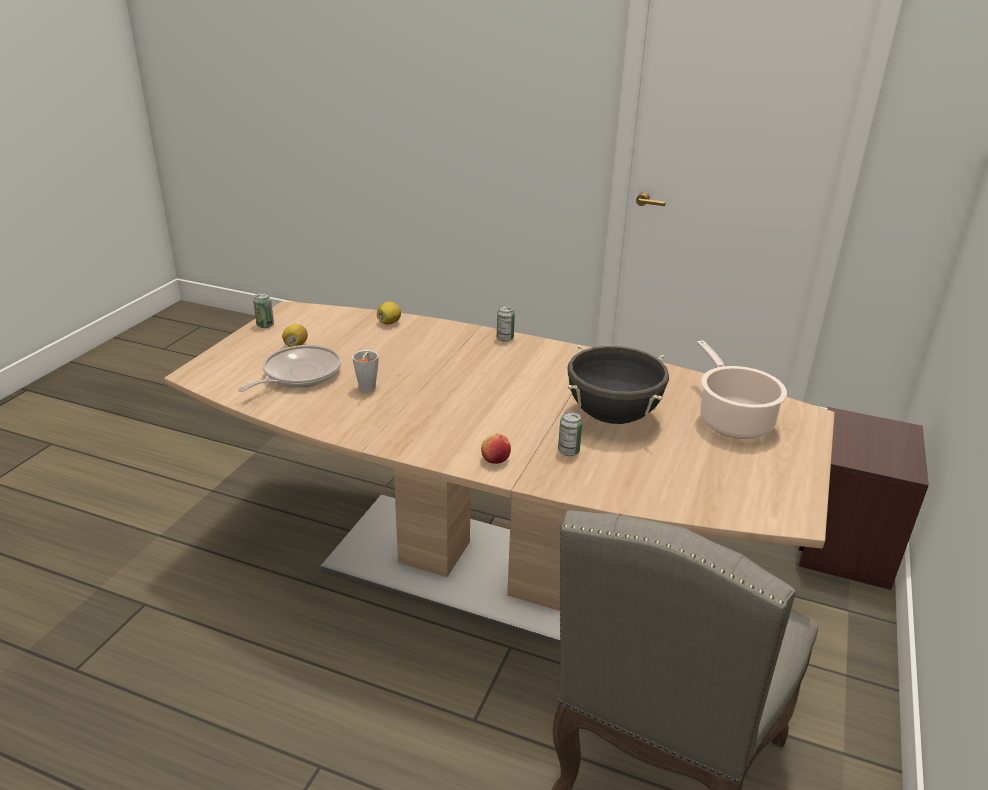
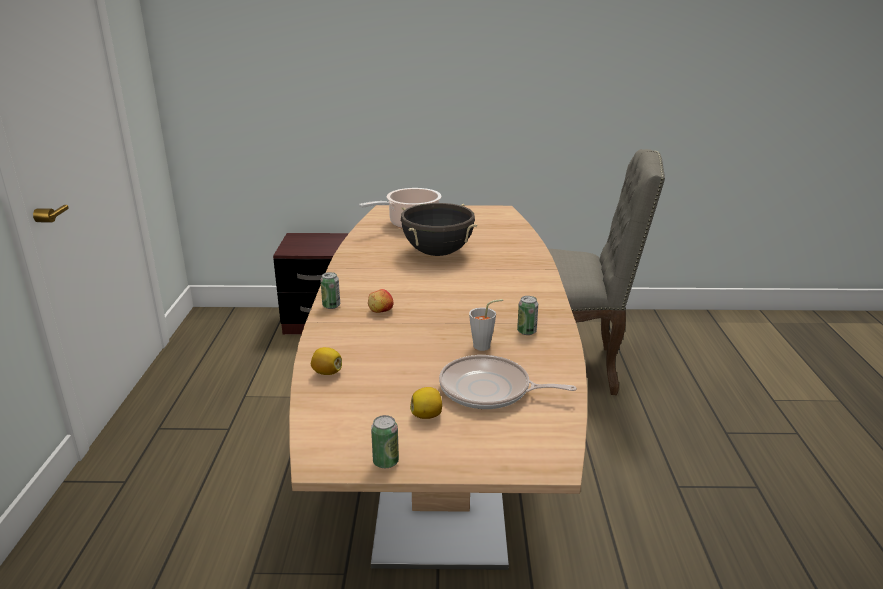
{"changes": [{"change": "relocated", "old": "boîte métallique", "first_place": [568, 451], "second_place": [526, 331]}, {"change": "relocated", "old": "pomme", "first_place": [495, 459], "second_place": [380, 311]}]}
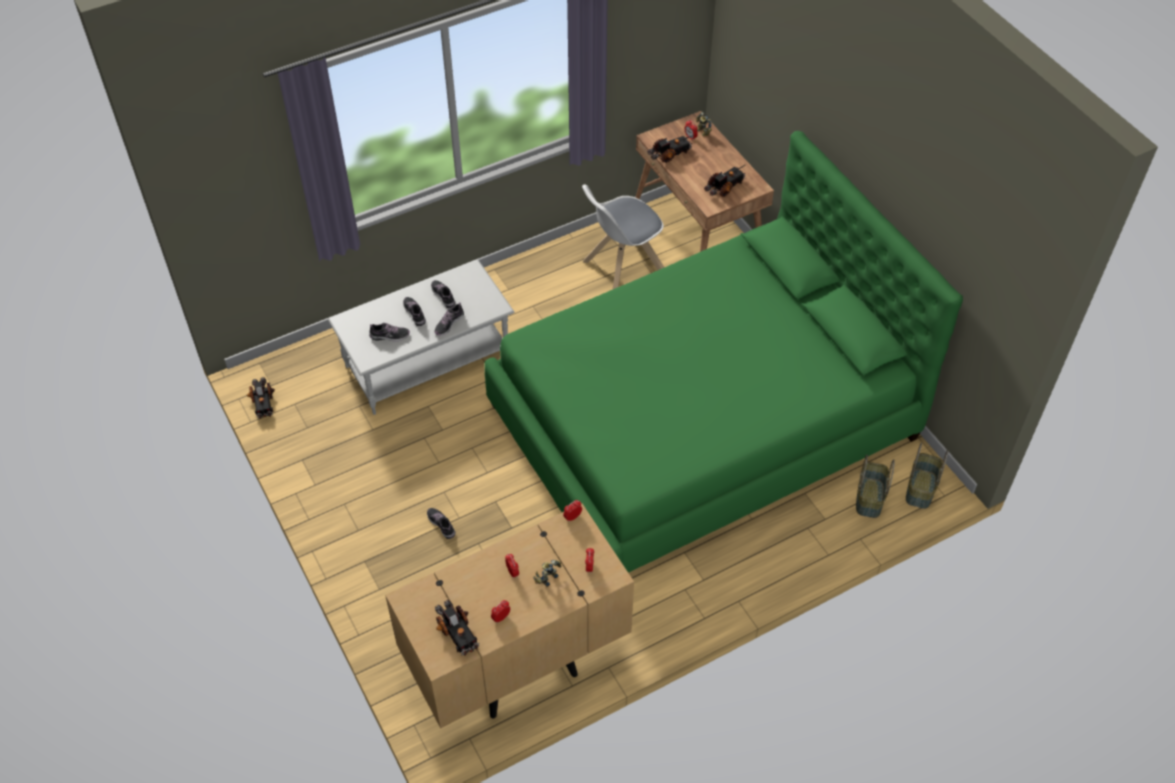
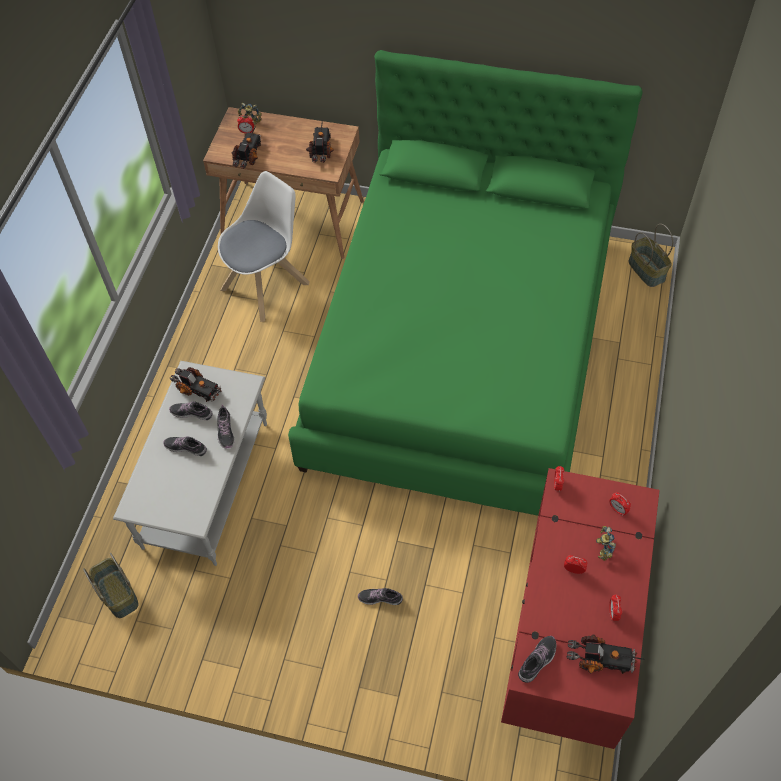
{"changes": [{"change": "spun", "old": "chaise", "first_place": [622, 269], "second_place": [267, 285], "degrees": -150}, {"change": "relocated", "old": "chaussure", "first_place": [389, 336], "second_place": [537, 660]}, {"change": "relocated", "old": "camion jouet", "first_place": [262, 403], "second_place": [197, 389]}, {"change": "relocated", "old": "panier", "first_place": [869, 497], "second_place": [117, 594]}, {"change": "colour", "old": "commode/beige", "new": "commode/rouge", "first_place": [516, 666], "second_place": [567, 646]}]}
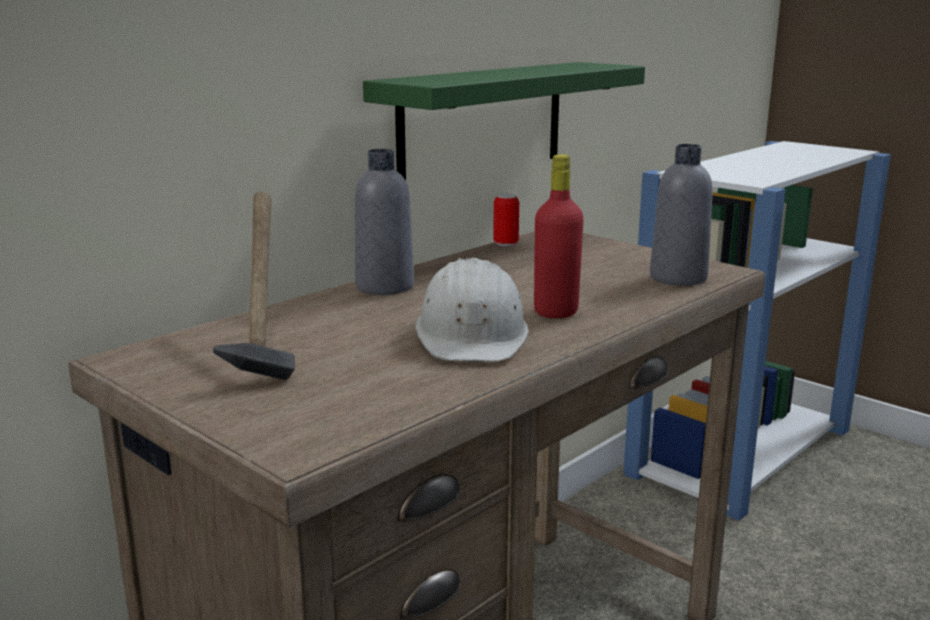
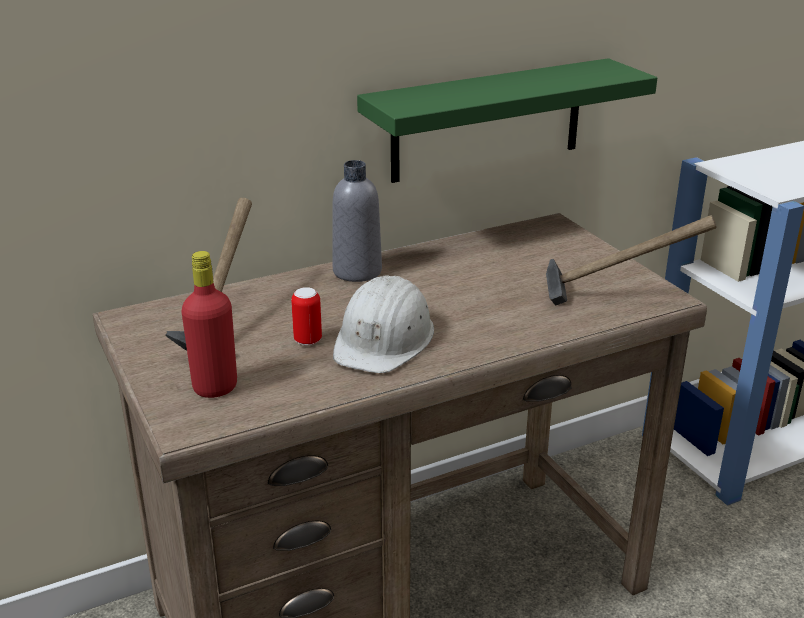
{"changes": [{"change": "exchanged", "old": "bouteille/gris", "new": "marteau", "first_place": [678, 278], "second_place": [614, 301]}, {"change": "relocated", "old": "bouteille/rouge", "first_place": [556, 312], "second_place": [215, 387]}, {"change": "relocated", "old": "boîte métallique", "first_place": [505, 244], "second_place": [308, 340]}]}
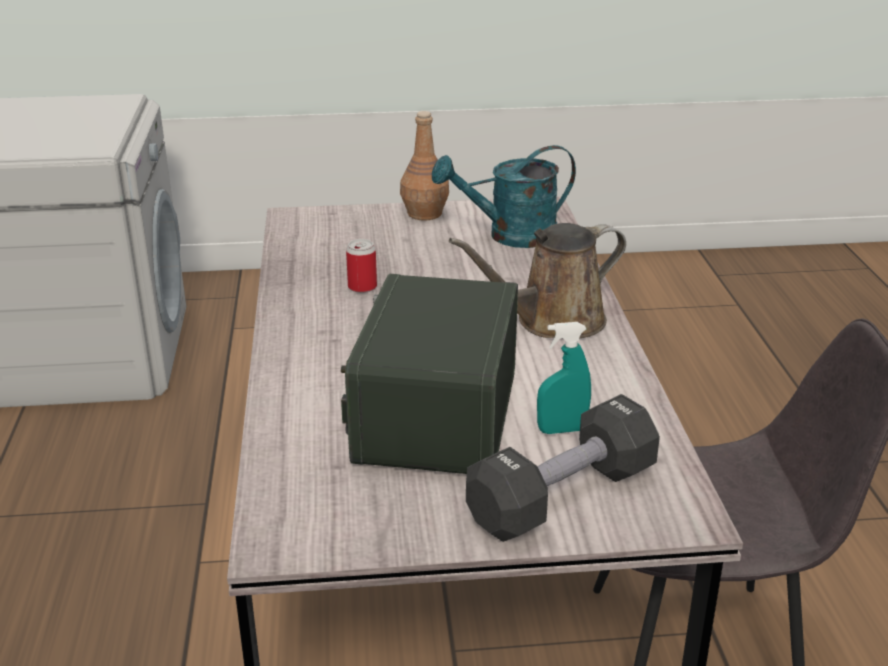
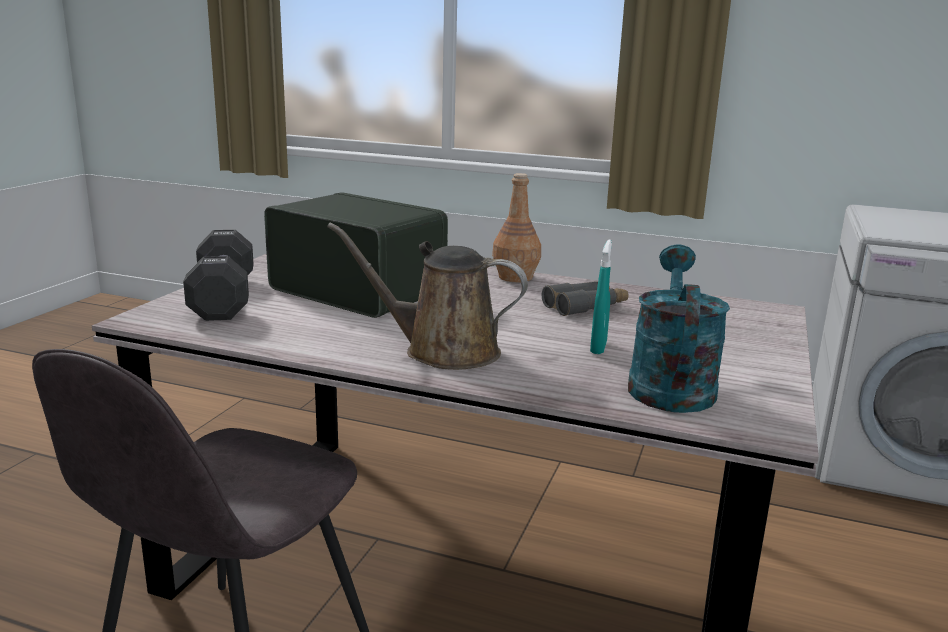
{"changes": [{"change": "relocated", "old": "bouteille/marron", "first_place": [424, 214], "second_place": [515, 277]}, {"change": "spun", "old": "arrosoir/marron", "first_place": [552, 322], "second_place": [442, 351], "degrees": -75}, {"change": "exchanged", "old": "boîte métallique", "new": "jumelles/gris", "first_place": [362, 287], "second_place": [585, 306]}, {"change": "relocated", "old": "vaporisateur/turquoise", "first_place": [561, 430], "second_place": [598, 348]}]}
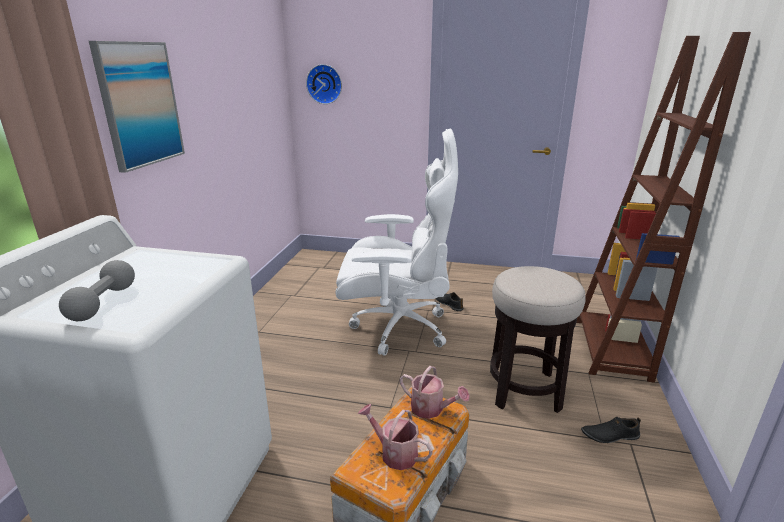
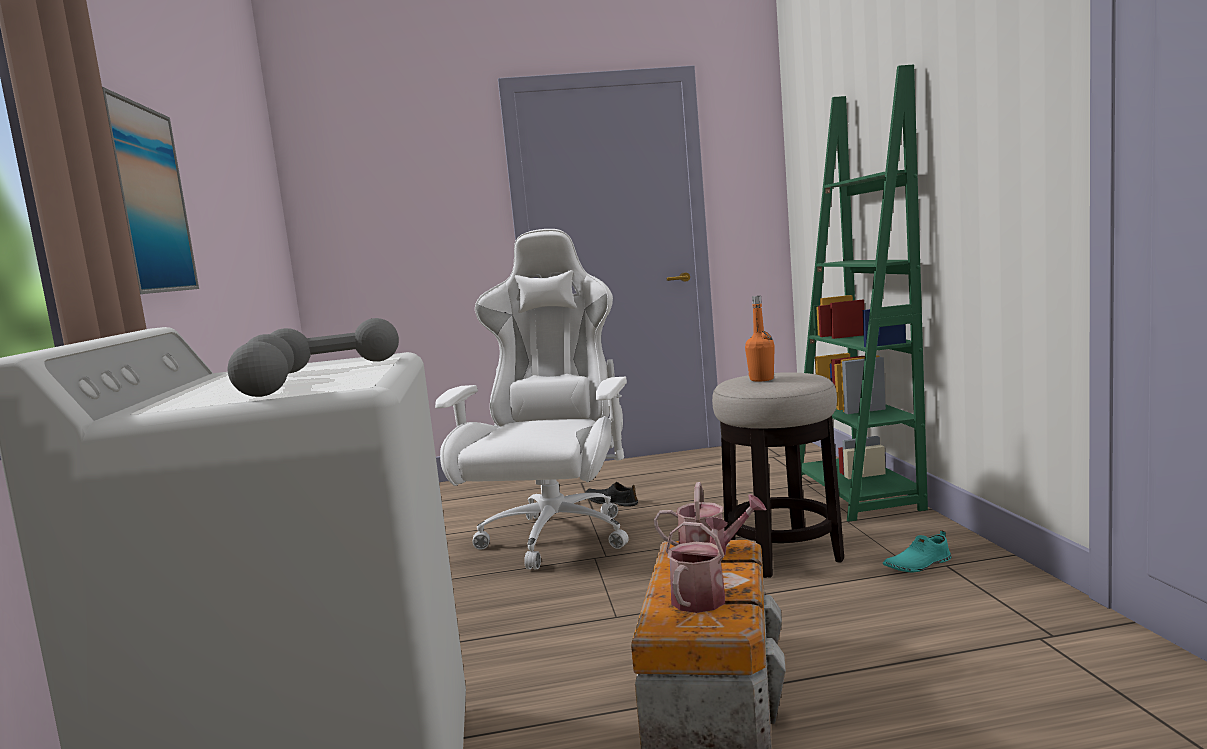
{"changes": [{"change": "colour", "old": "bibliothèque/marron", "new": "bibliothèque/vert", "first_place": [612, 349], "second_place": [856, 494]}, {"change": "missing", "old": "horloge murale", "first_place": [325, 84]}, {"change": "spun", "old": "chaise de bureau/blanc", "first_place": [394, 328], "second_place": [553, 542], "degrees": -60}, {"change": "spun", "old": "arrosoir", "first_place": [394, 452], "second_place": [701, 595], "degrees": 105}, {"change": "colour", "old": "chaussure/noir", "new": "chaussure/turquoise", "first_place": [609, 435], "second_place": [917, 565]}, {"change": "appeared", "new": "bouteille/orange", "second_place": [761, 379]}, {"change": "appeared", "new": "haltère/gris", "second_place": [335, 367]}]}
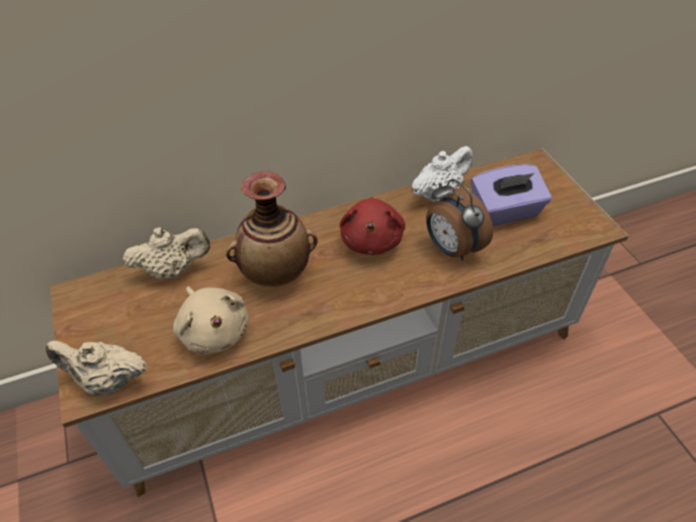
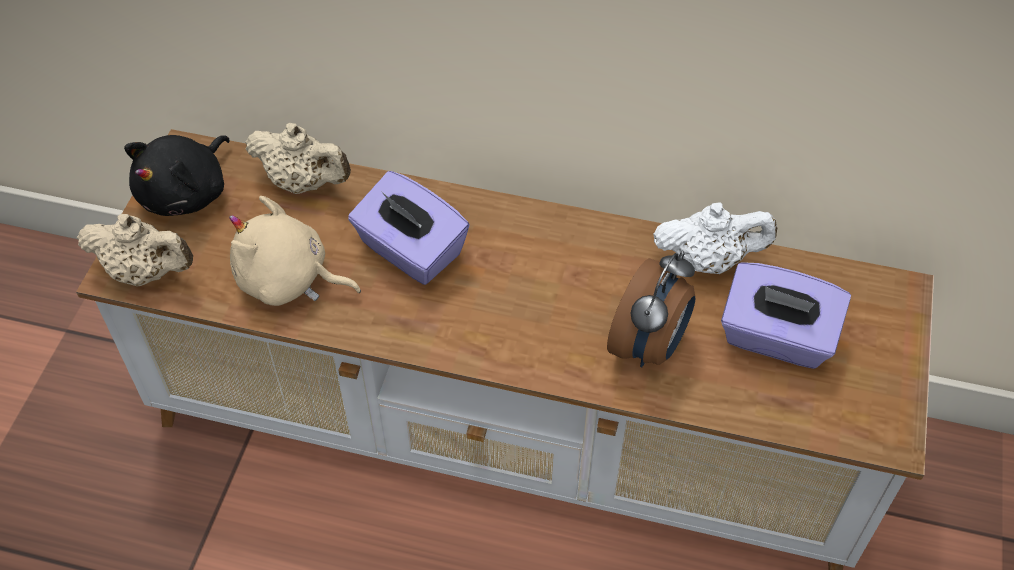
{"changes": [{"change": "exchanged", "old": "vase", "new": "boîte à mouchoirs/violet", "first_place": [276, 272], "second_place": [410, 251]}, {"change": "spun", "old": "réveil", "first_place": [451, 249], "second_place": [649, 345], "degrees": -150}, {"change": "missing", "old": "peluche/rouge", "first_place": [372, 239]}, {"change": "spun", "old": "peluche/beige", "first_place": [214, 330], "second_place": [288, 280], "degrees": 105}, {"change": "spun", "old": "théière/beige", "first_place": [107, 380], "second_place": [146, 272], "degrees": 150}, {"change": "appeared", "new": "peluche/noir", "second_place": [187, 193]}]}
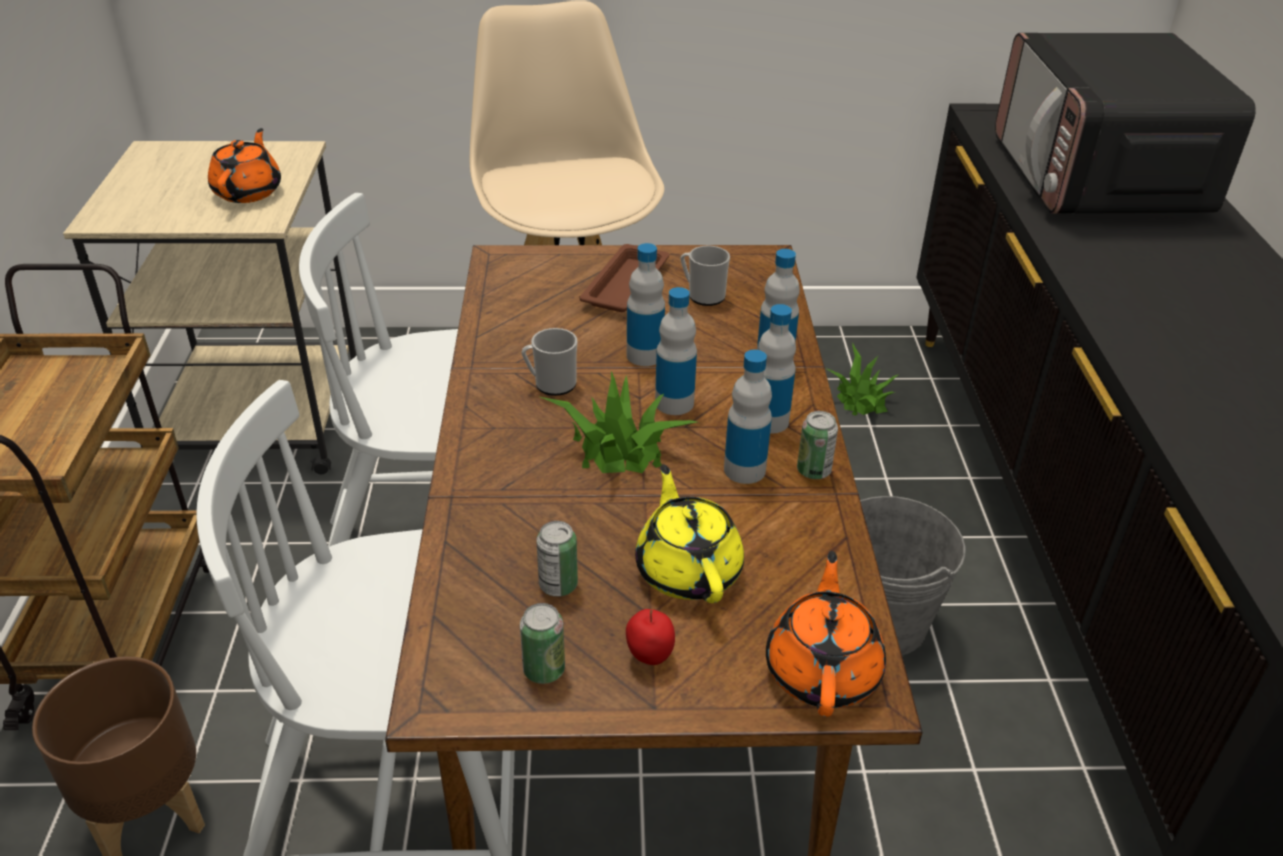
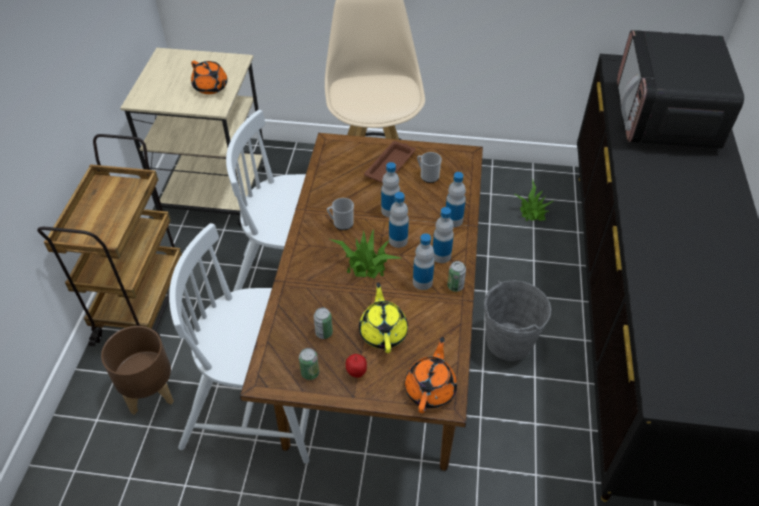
{"changes": [{"change": "spun", "old": "théière/orange", "first_place": [249, 191], "second_place": [211, 87], "degrees": 120}]}
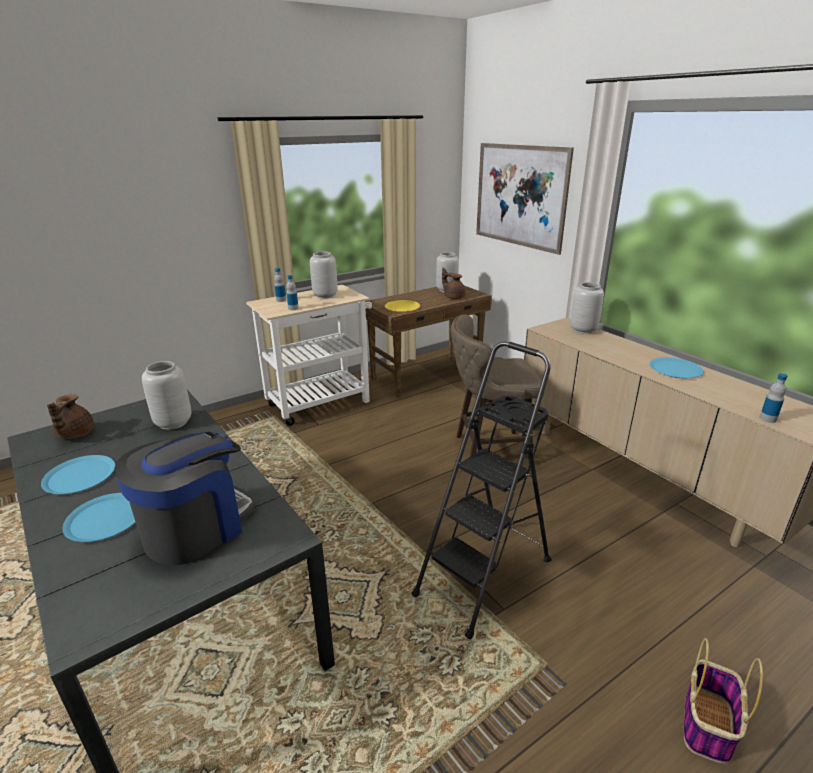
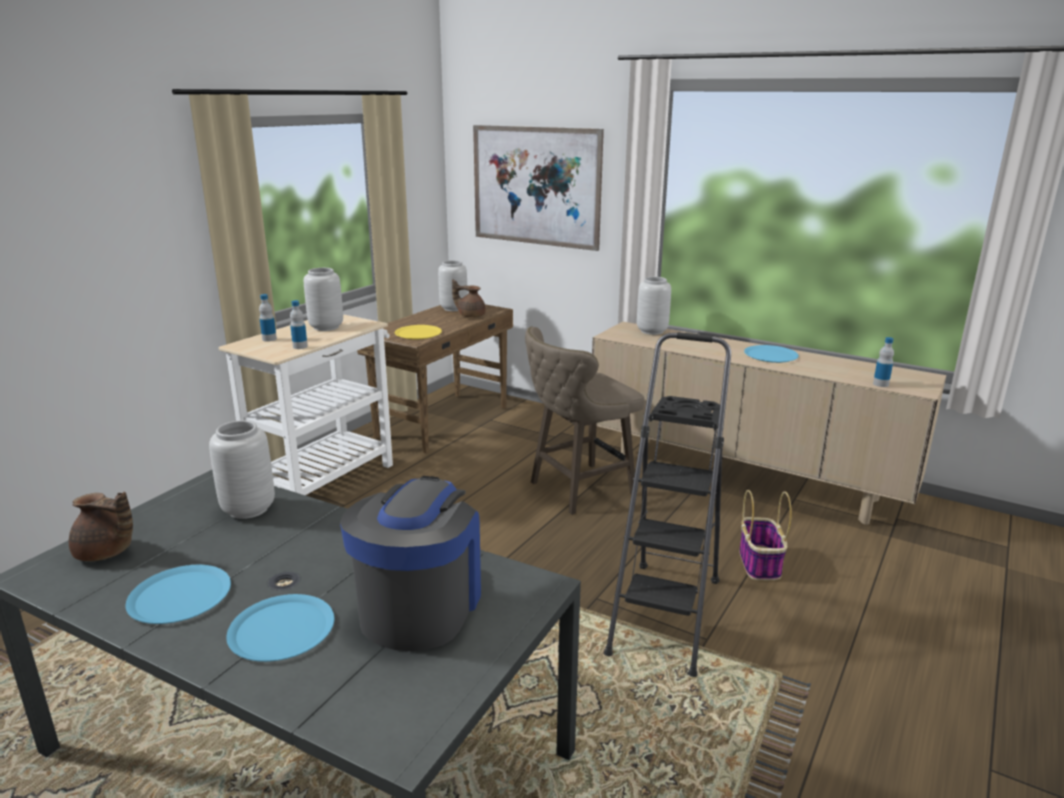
{"changes": [{"change": "spun", "old": "théière/marron", "first_place": [74, 434], "second_place": [105, 553], "degrees": -45}, {"change": "relocated", "old": "panier", "first_place": [708, 725], "second_place": [760, 564]}]}
